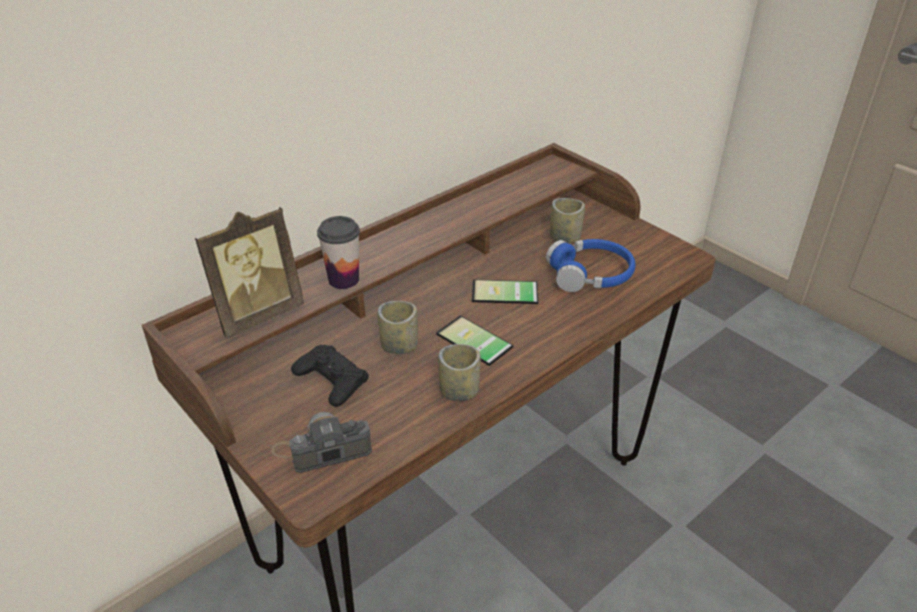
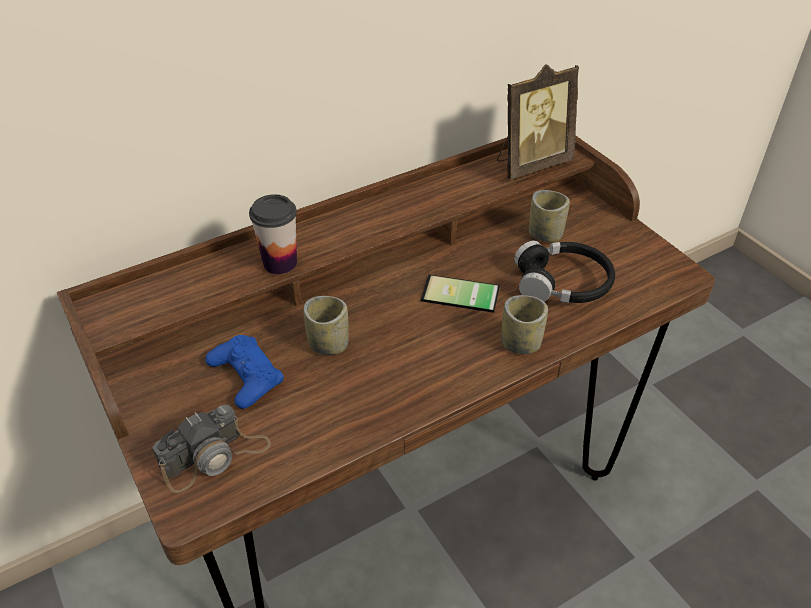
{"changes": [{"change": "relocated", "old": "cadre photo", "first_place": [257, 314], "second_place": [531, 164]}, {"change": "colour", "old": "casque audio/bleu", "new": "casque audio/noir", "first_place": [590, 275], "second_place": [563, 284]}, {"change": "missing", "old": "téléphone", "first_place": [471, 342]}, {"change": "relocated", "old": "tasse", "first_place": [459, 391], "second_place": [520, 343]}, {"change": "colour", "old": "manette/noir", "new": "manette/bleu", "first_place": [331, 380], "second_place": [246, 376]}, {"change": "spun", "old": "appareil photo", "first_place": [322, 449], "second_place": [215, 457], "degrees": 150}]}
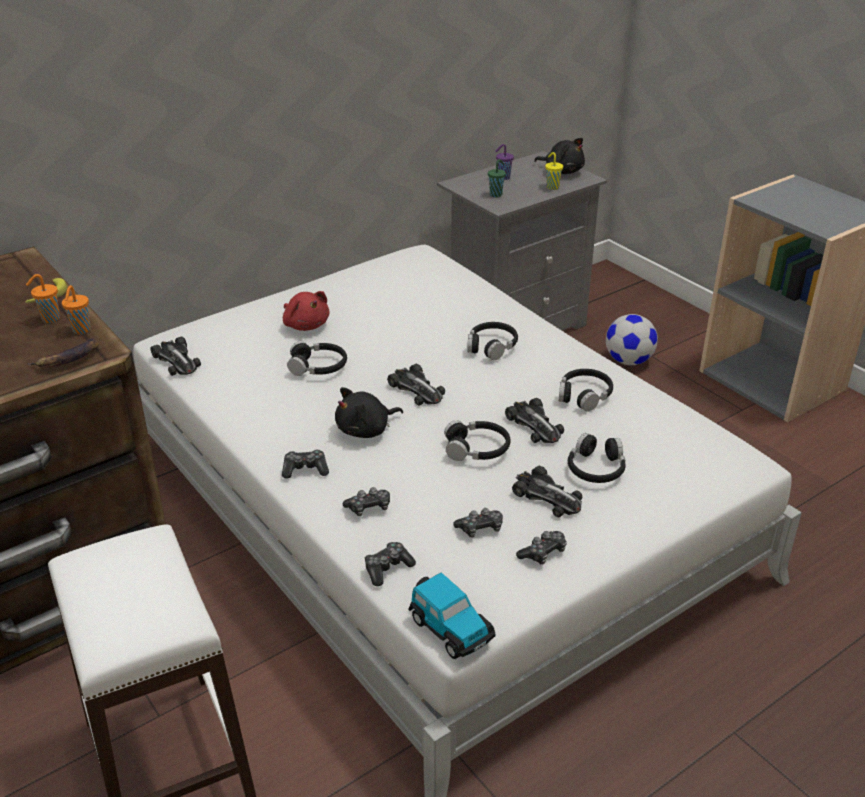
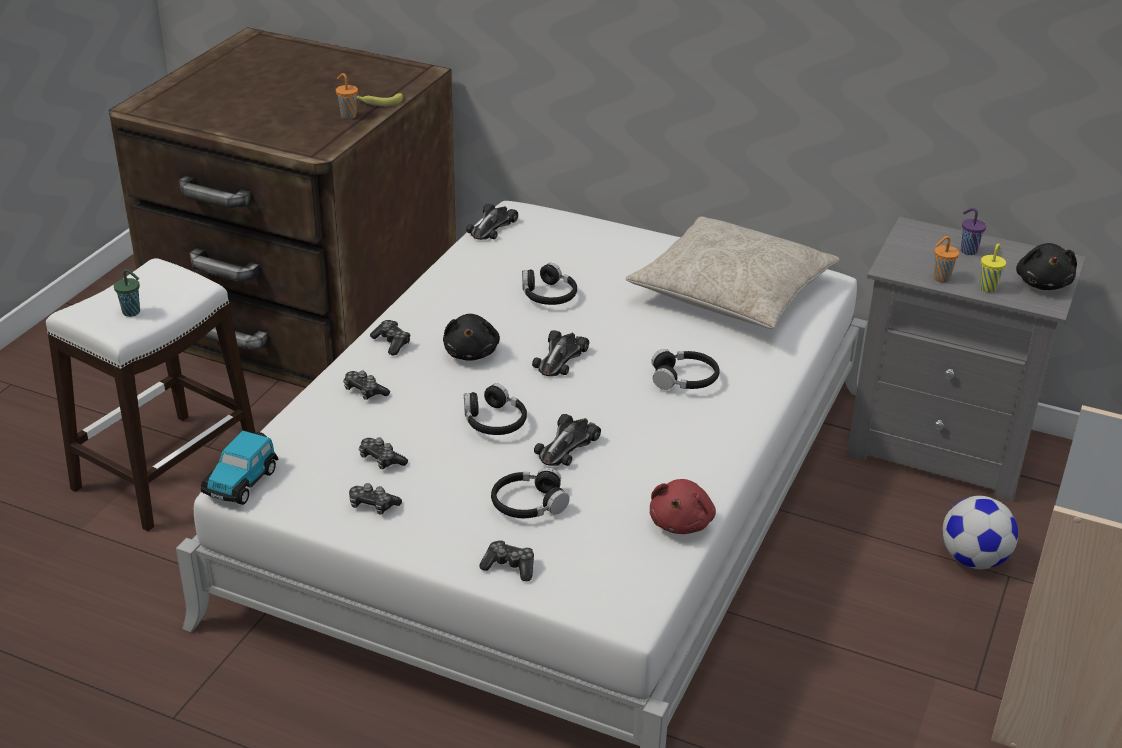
{"changes": [{"change": "relocated", "old": "tasse/vert", "first_place": [496, 194], "second_place": [132, 312]}, {"change": "relocated", "old": "tasse/orange", "first_place": [81, 330], "second_place": [940, 279]}, {"change": "relocated", "old": "peluche/rouge", "first_place": [306, 325], "second_place": [682, 522]}, {"change": "missing", "old": "banane", "first_place": [68, 360]}, {"change": "missing", "old": "casque audio/noir", "first_place": [584, 395]}, {"change": "spun", "old": "peluche/noir", "first_place": [366, 430], "second_place": [471, 352], "degrees": -120}, {"change": "missing", "old": "petite voiture", "first_place": [547, 496]}, {"change": "relocated", "old": "manette", "first_place": [387, 568], "second_place": [509, 566]}, {"change": "appeared", "new": "coussin/beige", "second_place": [731, 291]}]}
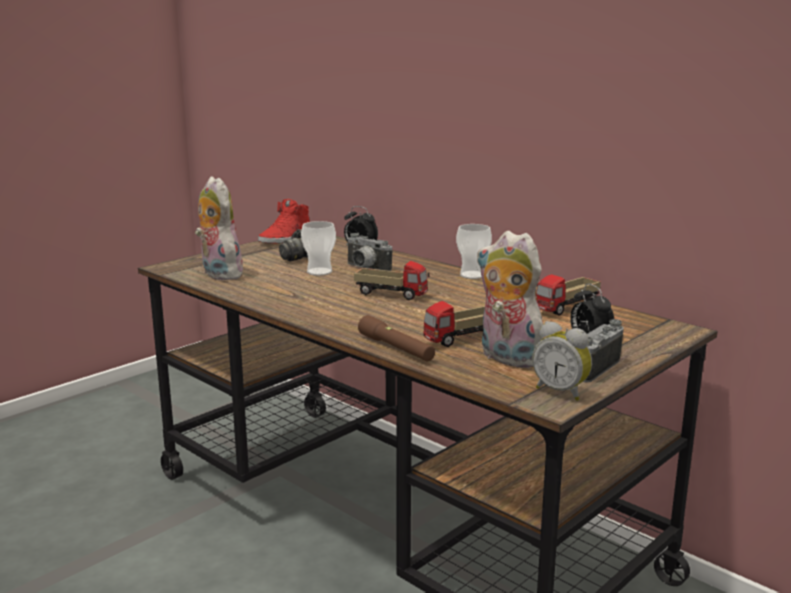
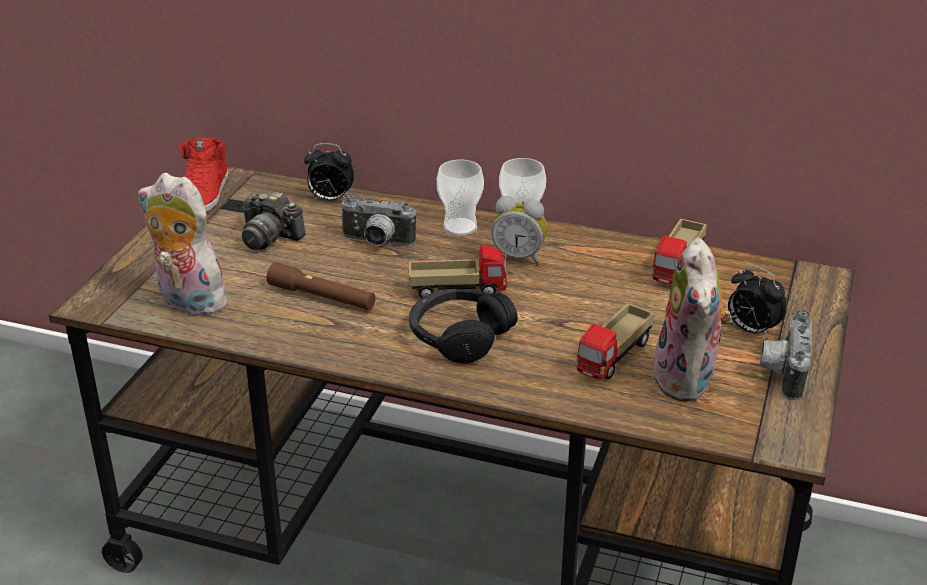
{"changes": [{"change": "relocated", "old": "tasse", "first_place": [319, 272], "second_place": [460, 227]}, {"change": "spun", "old": "peluche", "first_place": [506, 358], "second_place": [688, 381], "degrees": -105}, {"change": "relocated", "old": "lampe de poche/marron", "first_place": [396, 348], "second_place": [322, 297]}, {"change": "relocated", "old": "réveil", "first_place": [561, 391], "second_place": [519, 257]}, {"change": "appeared", "new": "casque audio/noir", "second_place": [459, 336]}]}
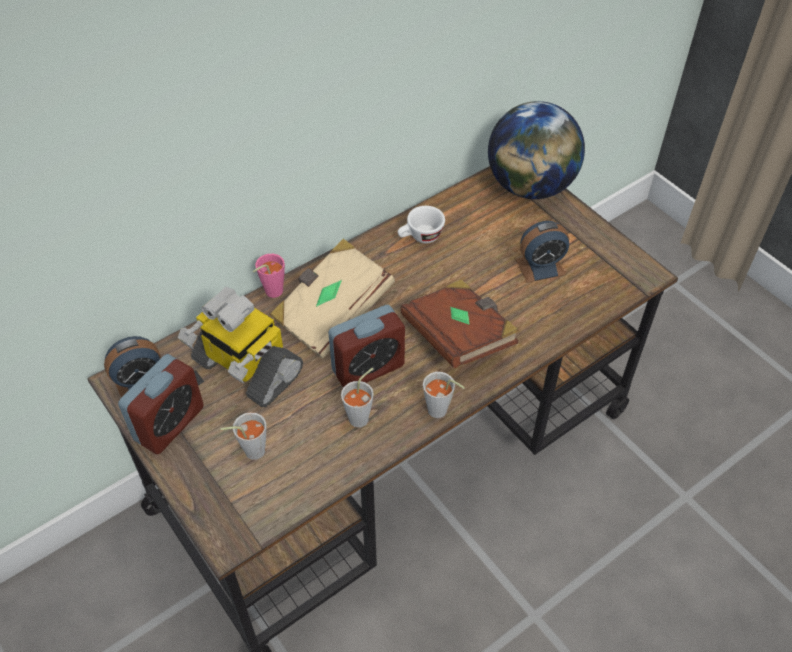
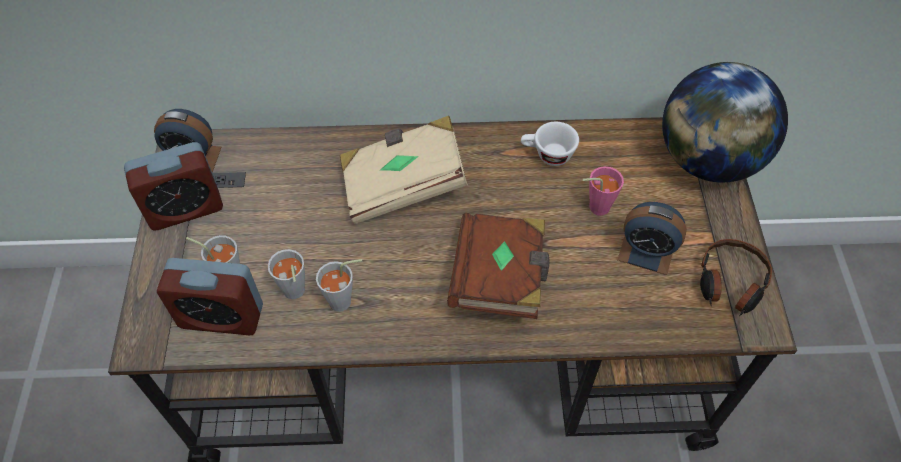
{"changes": [{"change": "relocated", "old": "tasse/rose", "first_place": [270, 293], "second_place": [594, 207]}, {"change": "missing", "old": "robot jouet", "first_place": [246, 368]}, {"change": "relocated", "old": "réveil", "first_place": [368, 368], "second_place": [221, 316]}, {"change": "relocated", "old": "tasse/gris", "first_place": [441, 412], "second_place": [294, 294]}, {"change": "appeared", "new": "casque audio", "second_place": [730, 283]}]}
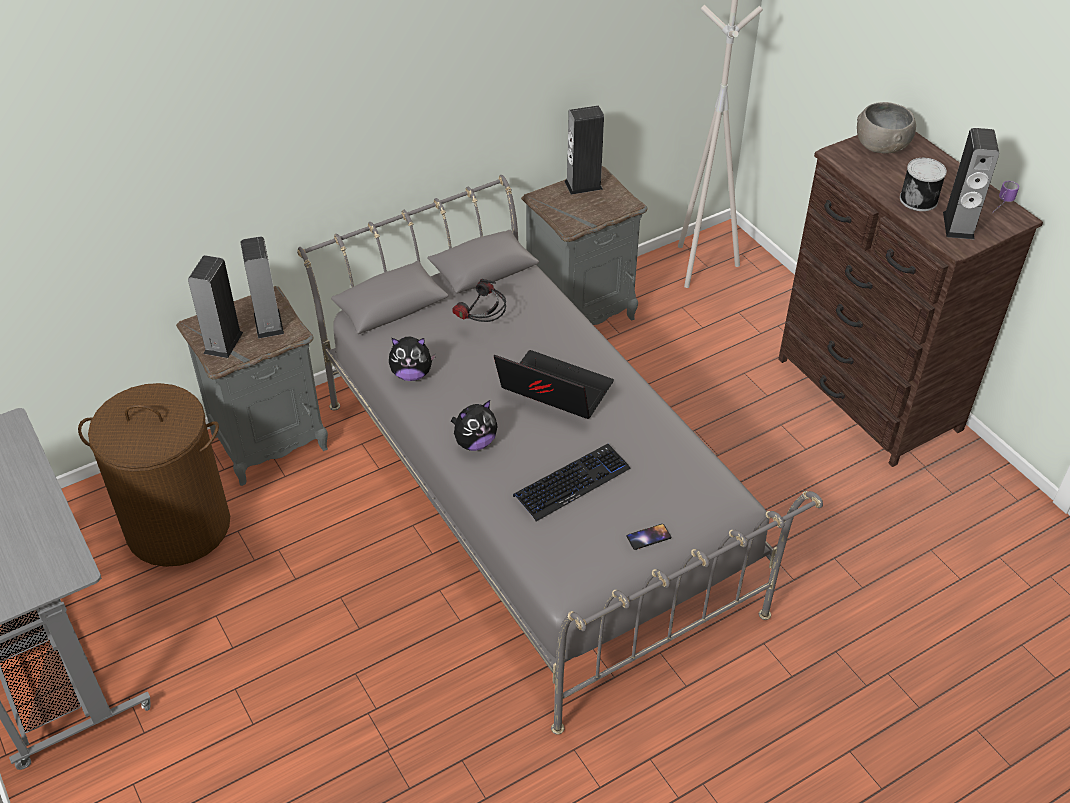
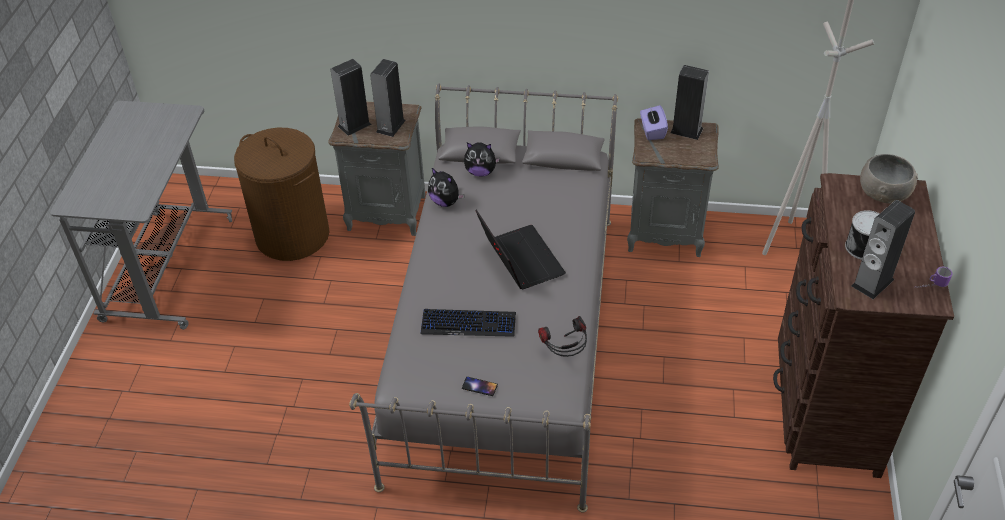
{"changes": [{"change": "relocated", "old": "casque audio", "first_place": [482, 324], "second_place": [564, 353]}, {"change": "relocated", "old": "peluche", "first_place": [474, 442], "second_place": [480, 172]}, {"change": "appeared", "new": "boîte à mouchoirs/violet", "second_place": [652, 131]}]}
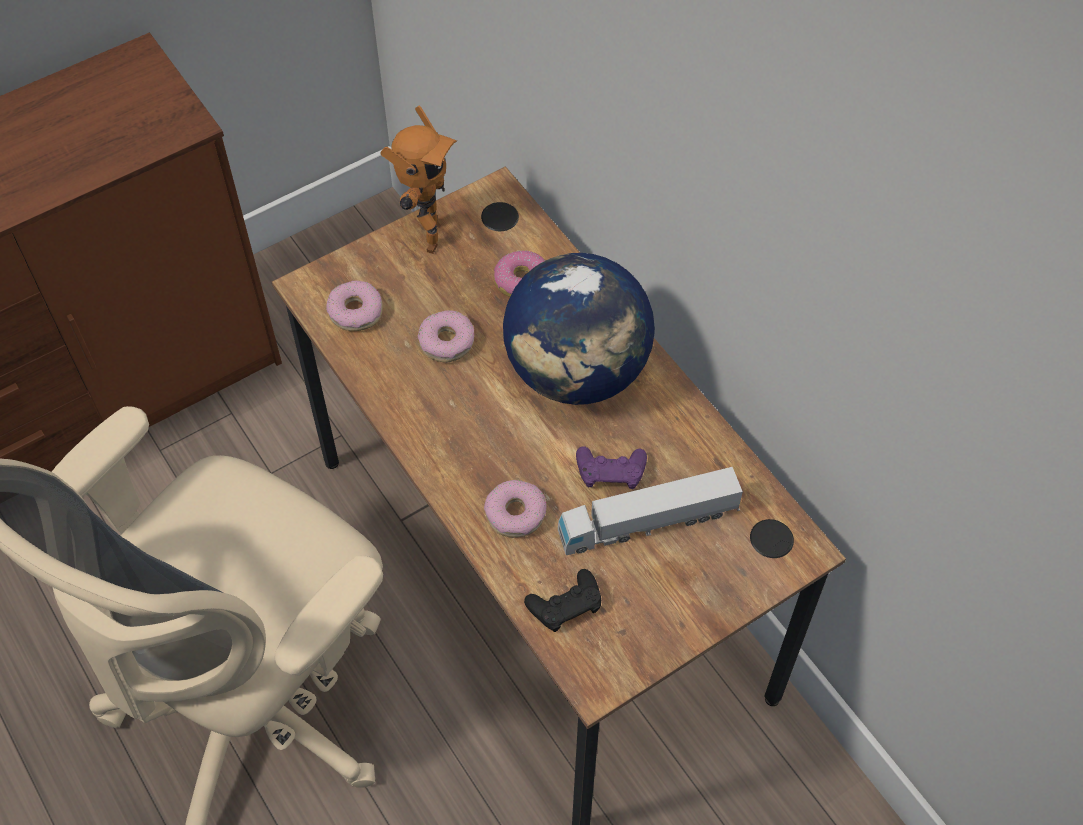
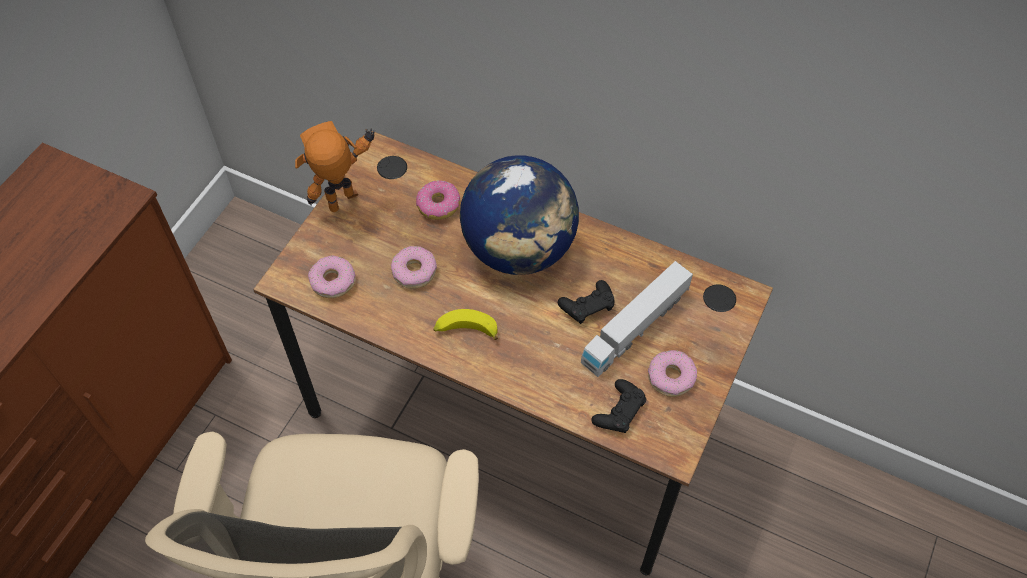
{"changes": [{"change": "spun", "old": "robot jouet", "first_place": [425, 237], "second_place": [347, 205], "degrees": -105}, {"change": "colour", "old": "manette/violet", "new": "manette/noir", "first_place": [610, 471], "second_place": [587, 305]}, {"change": "relocated", "old": "beignet", "first_place": [515, 513], "second_place": [670, 377]}, {"change": "appeared", "new": "banane", "second_place": [465, 331]}]}
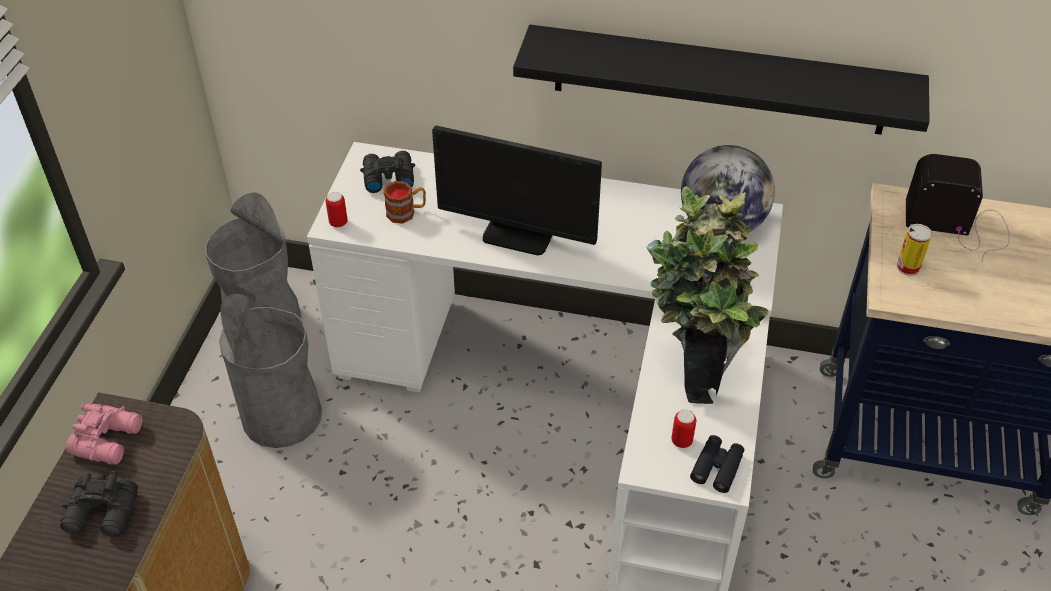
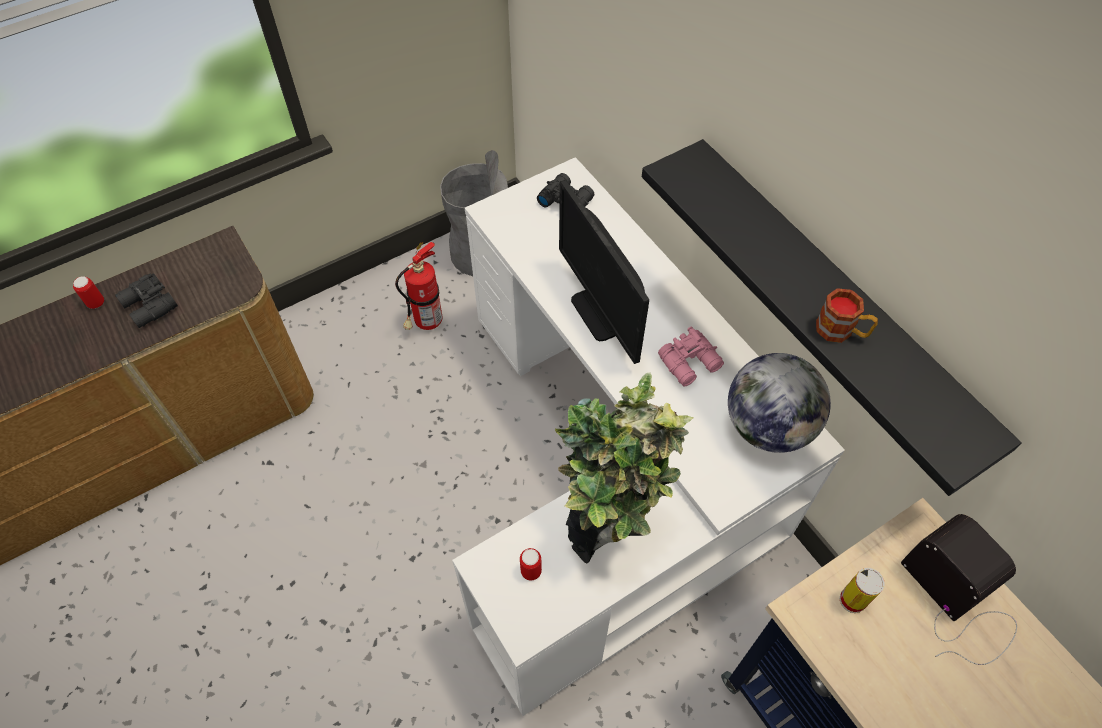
{"changes": [{"change": "relocated", "old": "mug", "first_place": [406, 212], "second_place": [841, 331]}, {"change": "relocated", "old": "boîte métallique", "first_place": [338, 223], "second_place": [96, 303]}, {"change": "exchanged", "old": "poubelle/gris", "new": "extincteur", "first_place": [282, 415], "second_place": [426, 324]}, {"change": "relocated", "old": "jumelles/rose", "first_place": [109, 439], "second_place": [691, 363]}, {"change": "missing", "old": "jumelles/noir", "first_place": [717, 467]}]}
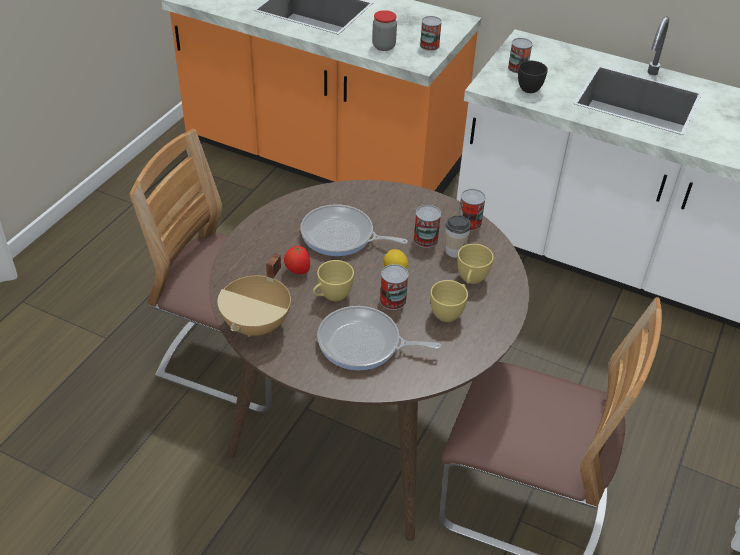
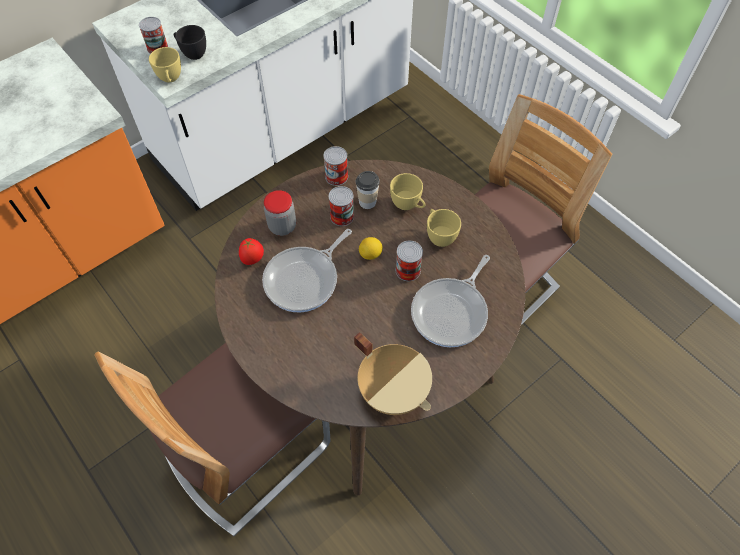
{"changes": [{"change": "relocated", "old": "bocal", "first_place": [383, 46], "second_place": [282, 226]}, {"change": "missing", "old": "boîte métallique", "first_place": [429, 45]}, {"change": "relocated", "old": "tomate", "first_place": [297, 271], "second_place": [253, 259]}, {"change": "relocated", "old": "tasse/jaune", "first_place": [331, 296], "second_place": [170, 79]}]}
